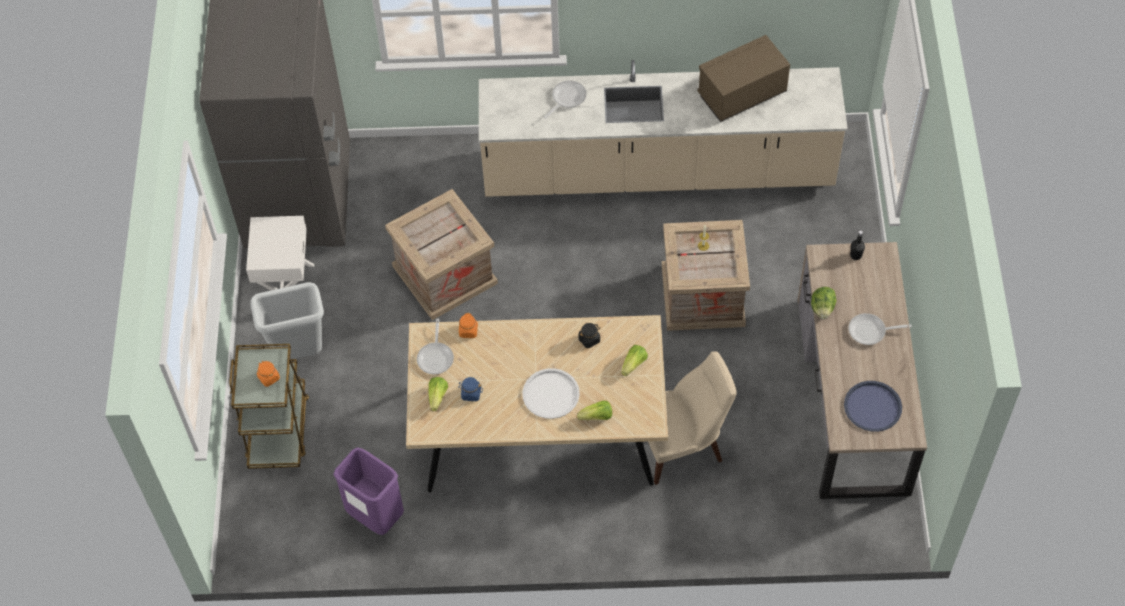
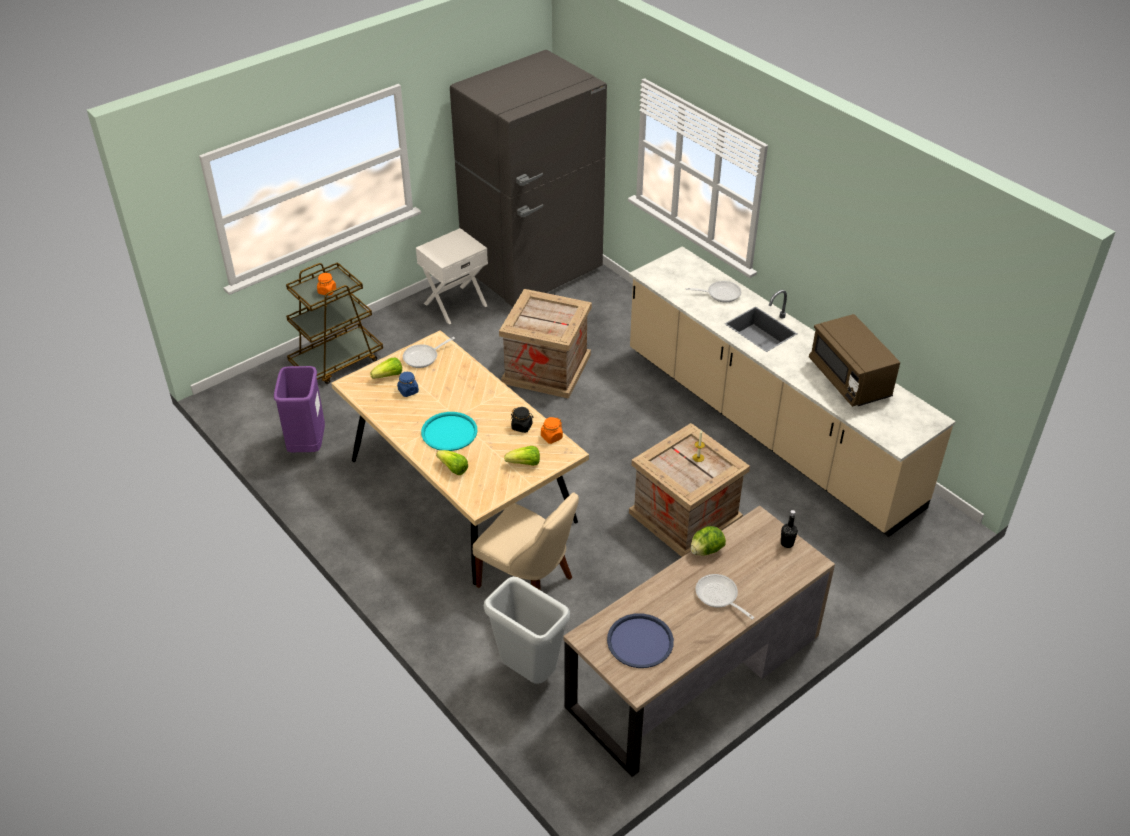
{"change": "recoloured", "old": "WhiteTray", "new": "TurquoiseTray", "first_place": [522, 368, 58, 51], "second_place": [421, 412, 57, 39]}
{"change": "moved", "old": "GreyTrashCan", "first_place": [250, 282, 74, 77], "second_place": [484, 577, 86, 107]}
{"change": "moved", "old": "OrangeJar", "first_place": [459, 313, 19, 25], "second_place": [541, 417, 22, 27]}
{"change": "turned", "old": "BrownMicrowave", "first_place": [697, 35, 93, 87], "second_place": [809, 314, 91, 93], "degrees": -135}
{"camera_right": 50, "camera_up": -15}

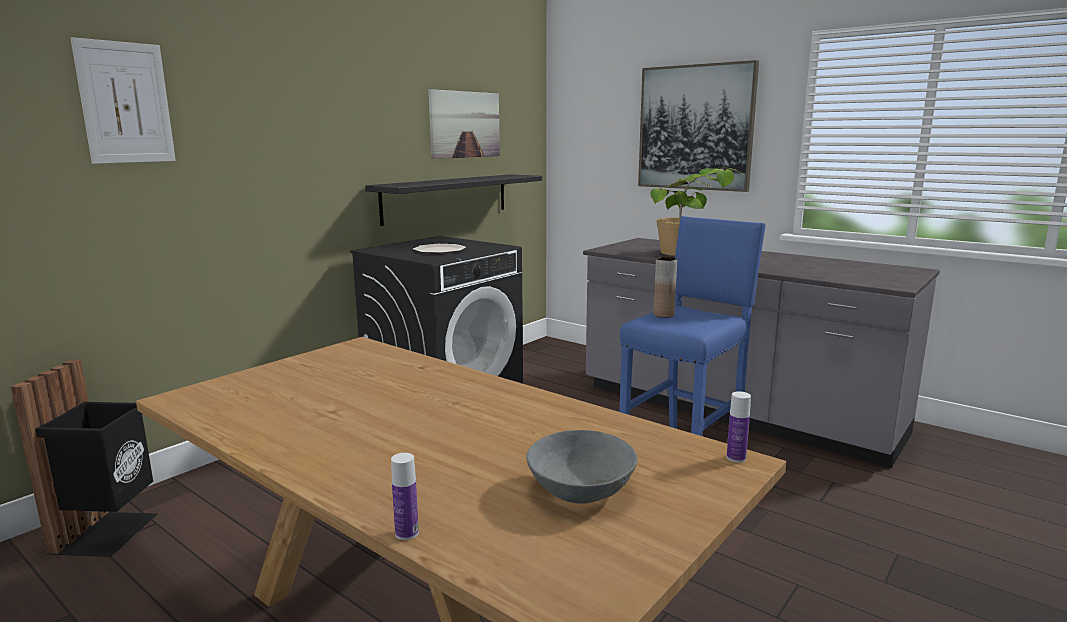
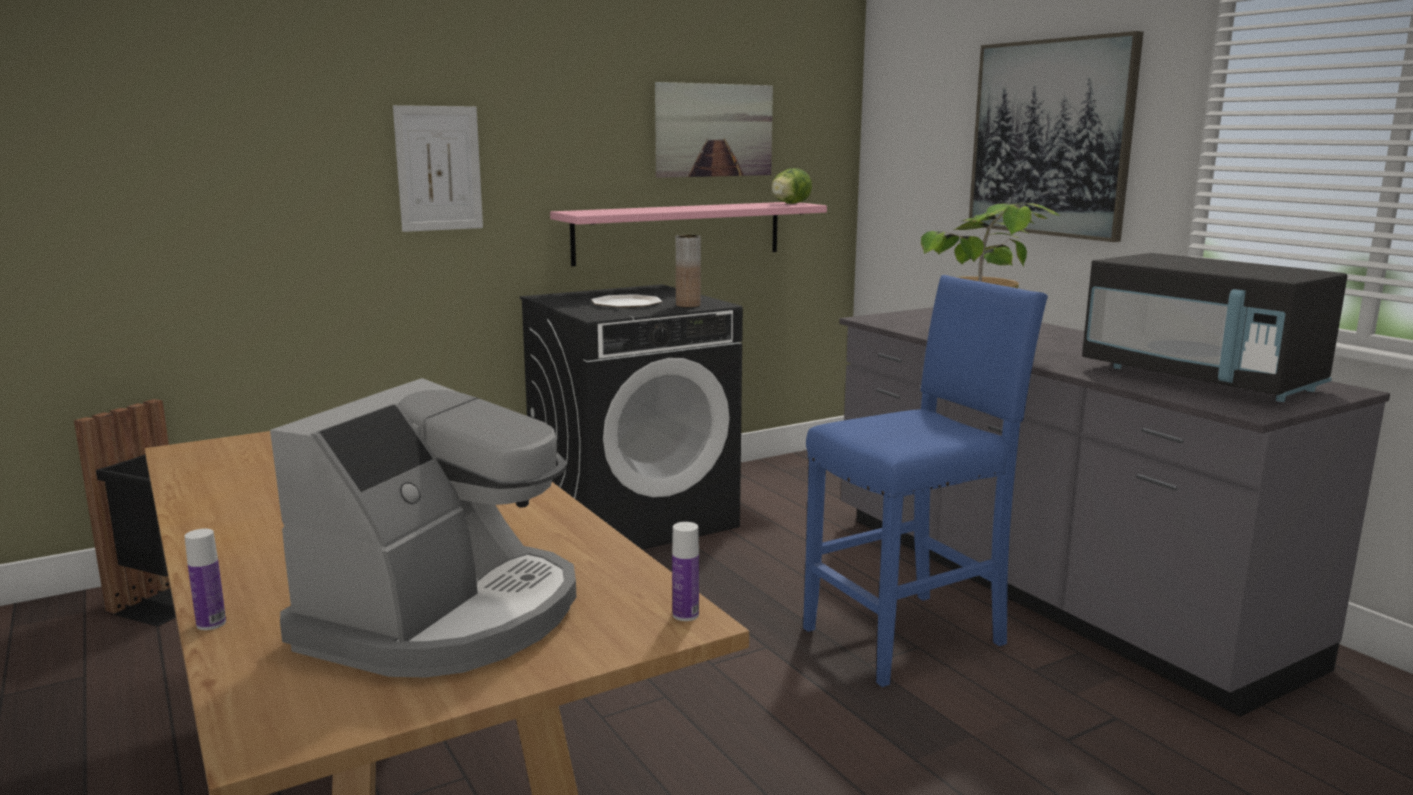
{"change": "replaced", "old": "GreyBowl", "new": "CoffeeMachine", "first_place": [526, 430, 111, 74], "second_place": [270, 378, 306, 300]}
{"change": "moved", "old": "Picture", "first_place": [70, 37, 106, 127], "second_place": [393, 105, 90, 127]}
{"change": "recoloured", "old": "BlackShelf", "new": "PinkShelf", "first_place": [365, 174, 177, 52], "second_place": [550, 202, 277, 64]}
{"change": "moved", "old": "BrownVase", "first_place": [654, 257, 23, 61], "second_place": [676, 235, 25, 73]}
{"change": "added", "new": "Lettuce", "second_place": [771, 168, 41, 36]}
{"change": "added", "new": "BlackMicrowave", "second_place": [1082, 253, 265, 149]}
{"camera_right": 20, "camera_up": 0}

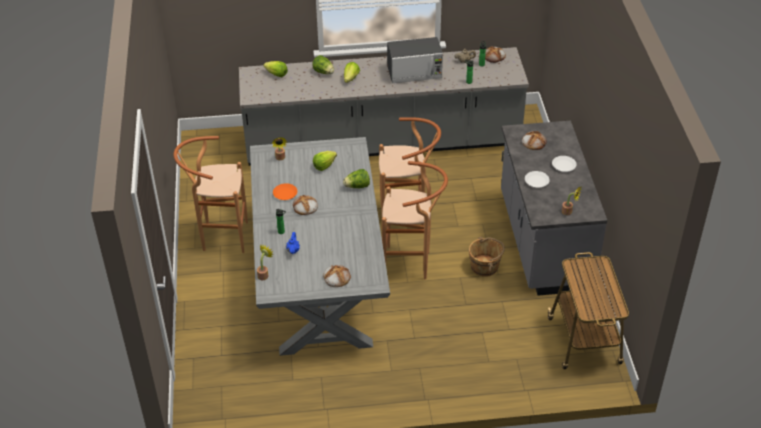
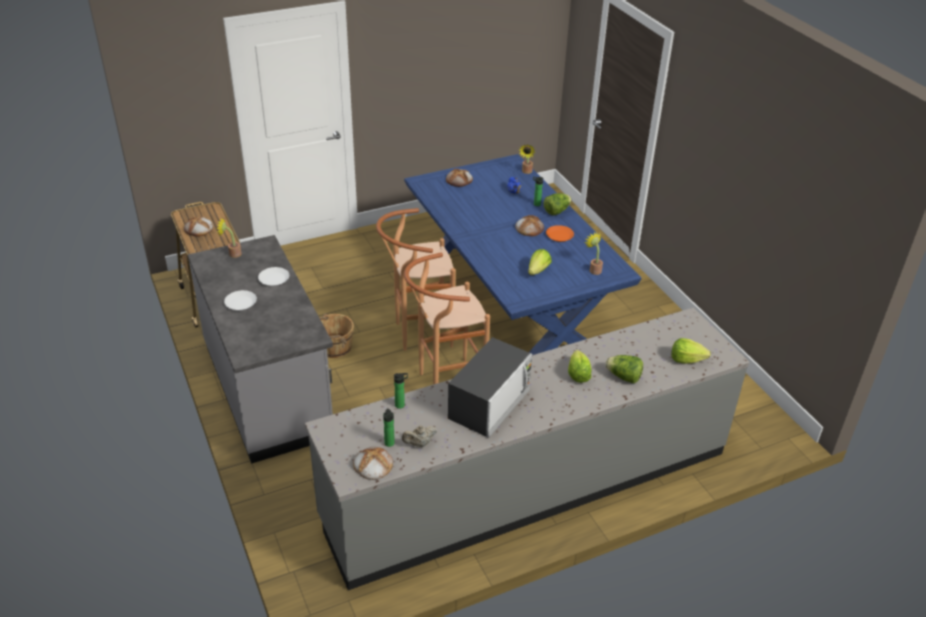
{"change": "moved", "old": "Bread", "first_place": [522, 131, 25, 19], "second_place": [184, 217, 29, 20]}
{"change": "recoloured", "old": "GreyDiningTable", "new": "BlueDiningTable", "first_place": [250, 137, 140, 219], "second_place": [404, 154, 238, 201]}
{"change": "turned", "old": "Microwave", "first_place": [387, 37, 56, 46], "second_place": [448, 337, 84, 101], "degrees": 150}
{"change": "moved", "old": "Lettuce", "first_place": [343, 169, 27, 19], "second_place": [544, 193, 28, 22]}
{"change": "removed", "old": "BrownStool", "first_place": [174, 136, 74, 117]}
{"camera_right": 160, "camera_up": -5}

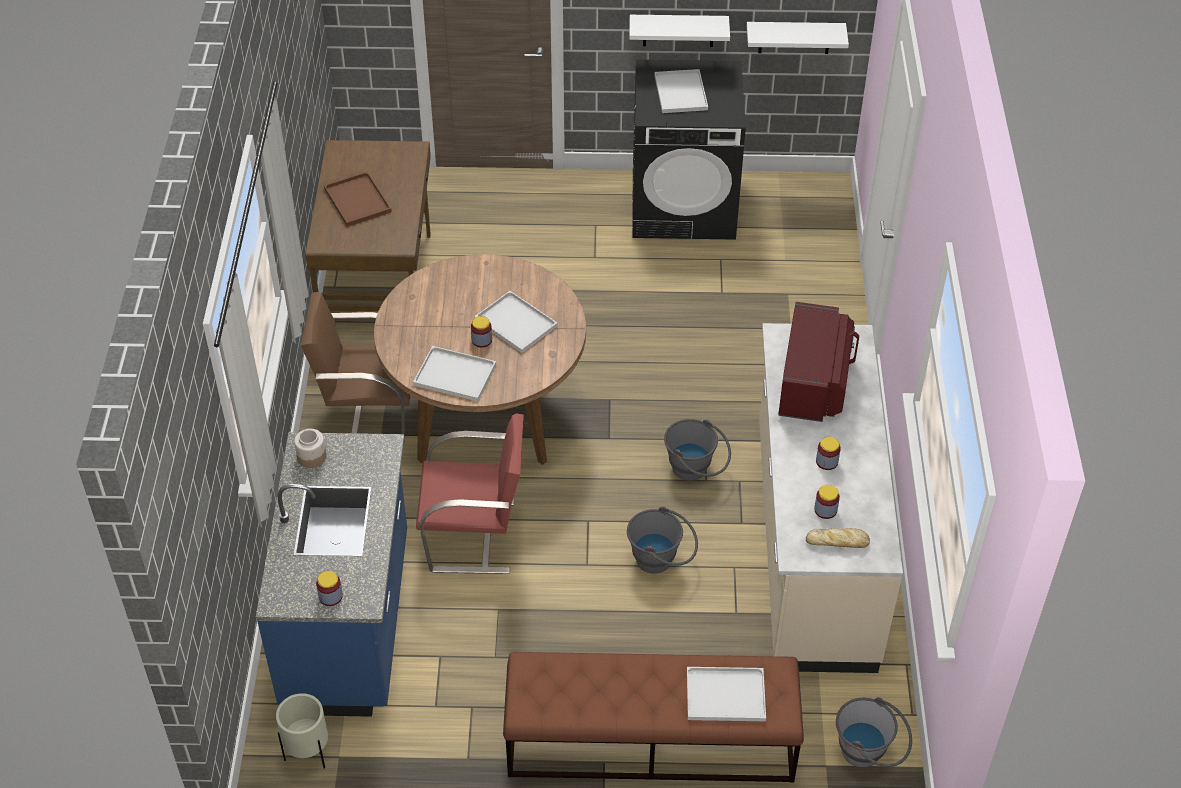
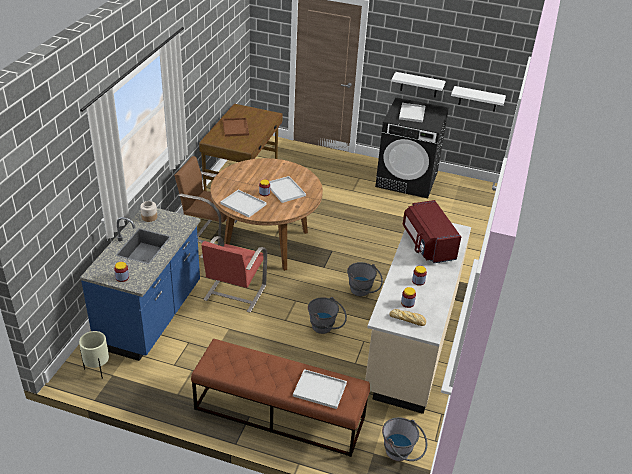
{"change": "turned", "old": "RedChair", "first_place": [416, 414, 108, 160], "second_place": [200, 236, 67, 77], "degrees": 90}
{"change": "turned", "old": "RedMicrowave", "first_place": [778, 302, 81, 120], "second_place": [403, 200, 58, 63], "degrees": 135}
{"camera_right": 15, "camera_up": -10}

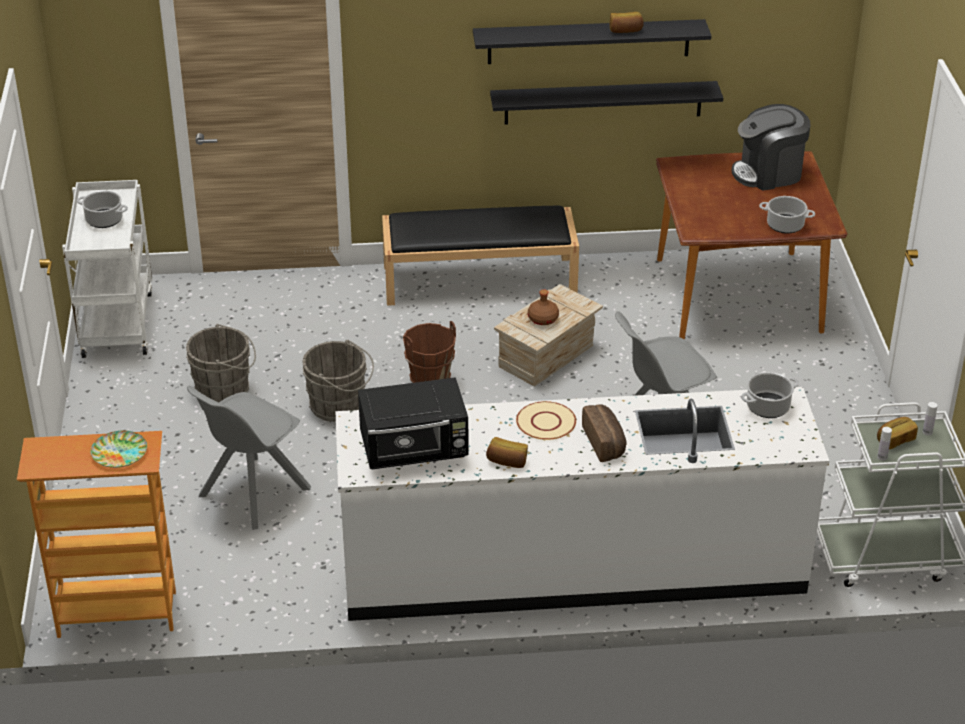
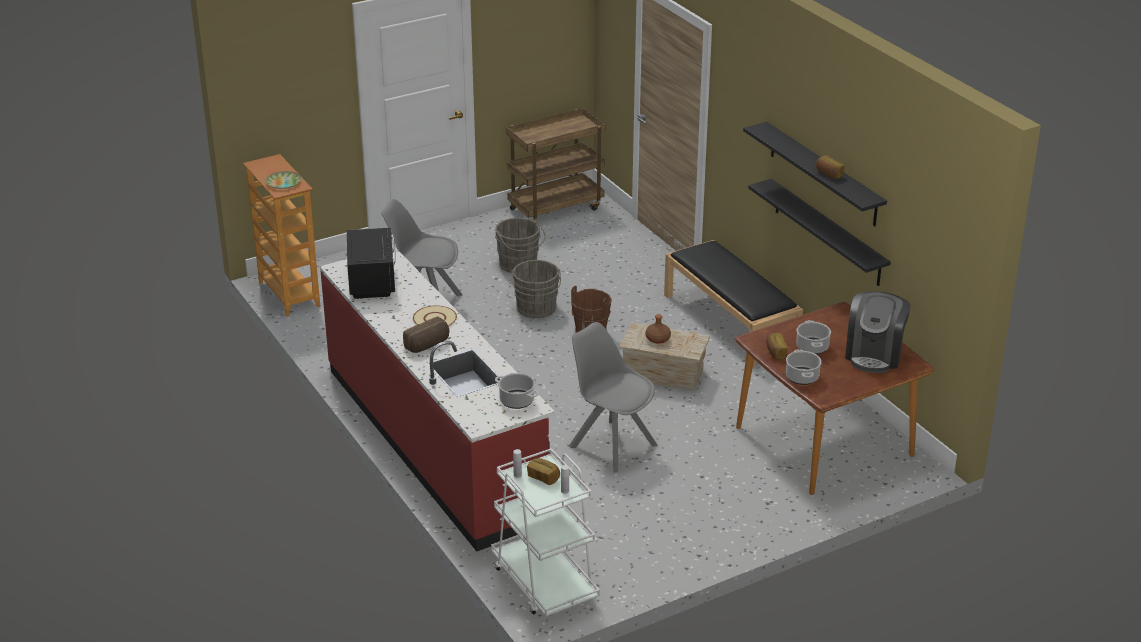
{"change": "recoloured", "old": "WhiteCounter", "new": "RedCounter", "first_place": [335, 387, 494, 234], "second_place": [320, 246, 235, 305]}
{"change": "turned", "old": "BlackMicrowave", "first_place": [358, 377, 111, 92], "second_place": [347, 228, 49, 71], "degrees": -150}
{"change": "recoloured", "old": "WhiteCart", "new": "BrownCart", "first_place": [62, 180, 90, 178], "second_place": [506, 108, 99, 113]}
{"change": "moved", "old": "Bread", "first_place": [486, 437, 42, 31], "second_place": [766, 333, 22, 26]}
{"change": "moved", "old": "CookingPot", "first_place": [77, 191, 51, 37], "second_place": [796, 320, 35, 34]}
{"change": "turned", "old": "CoffeeMachine", "first_place": [732, 104, 78, 87], "second_place": [845, 291, 66, 82], "degrees": -120}
{"camera_right": 65, "camera_up": -5}

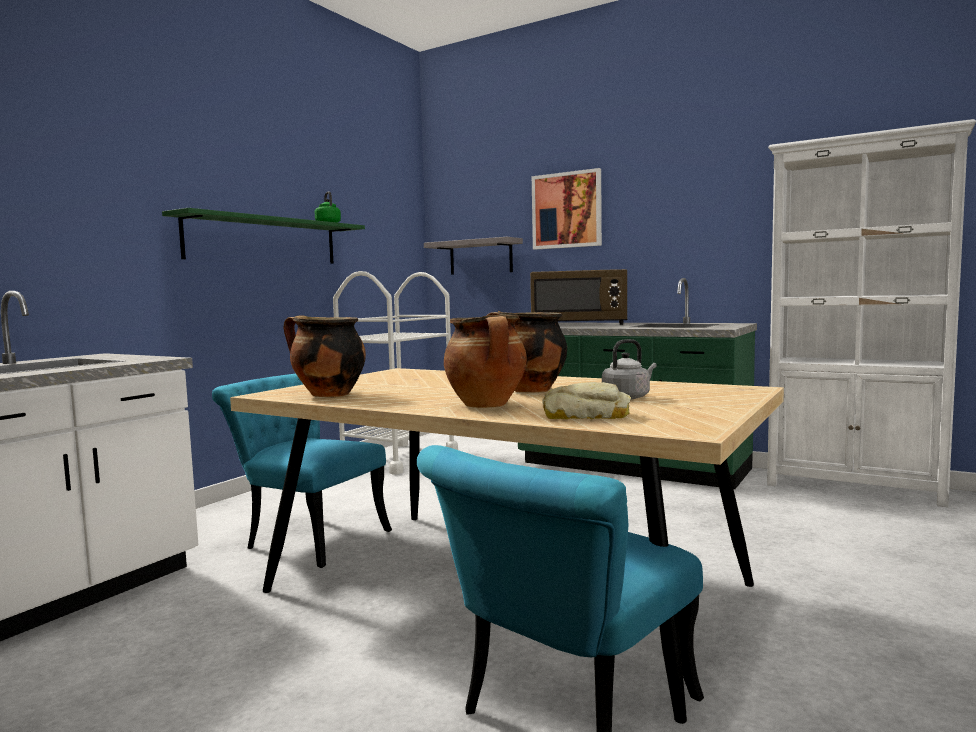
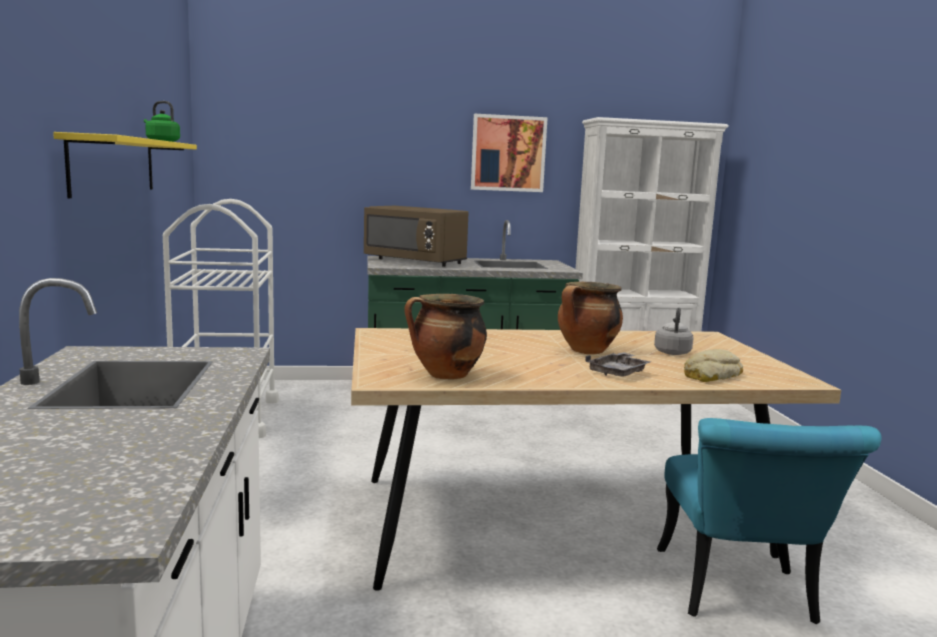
{"change": "recoloured", "old": "GreenShelf", "new": "YellowShelf", "first_place": [162, 208, 203, 56], "second_place": [53, 132, 144, 66]}
{"change": "turned", "old": "BrownMicrowave", "first_place": [530, 269, 97, 56], "second_place": [364, 206, 104, 61], "degrees": 60}
{"change": "moved", "old": "Picture", "first_place": [532, 168, 70, 82], "second_place": [471, 114, 77, 78]}
{"change": "replaced", "old": "CookingPot", "new": "GreyTray", "first_place": [444, 315, 83, 93], "second_place": [585, 352, 65, 25]}
{"change": "removed", "old": "TurquoiseChair", "first_place": [212, 374, 180, 194]}
{"change": "removed", "old": "GreyShelf", "first_place": [424, 237, 99, 38]}
{"camera_right": -40, "camera_up": 5}

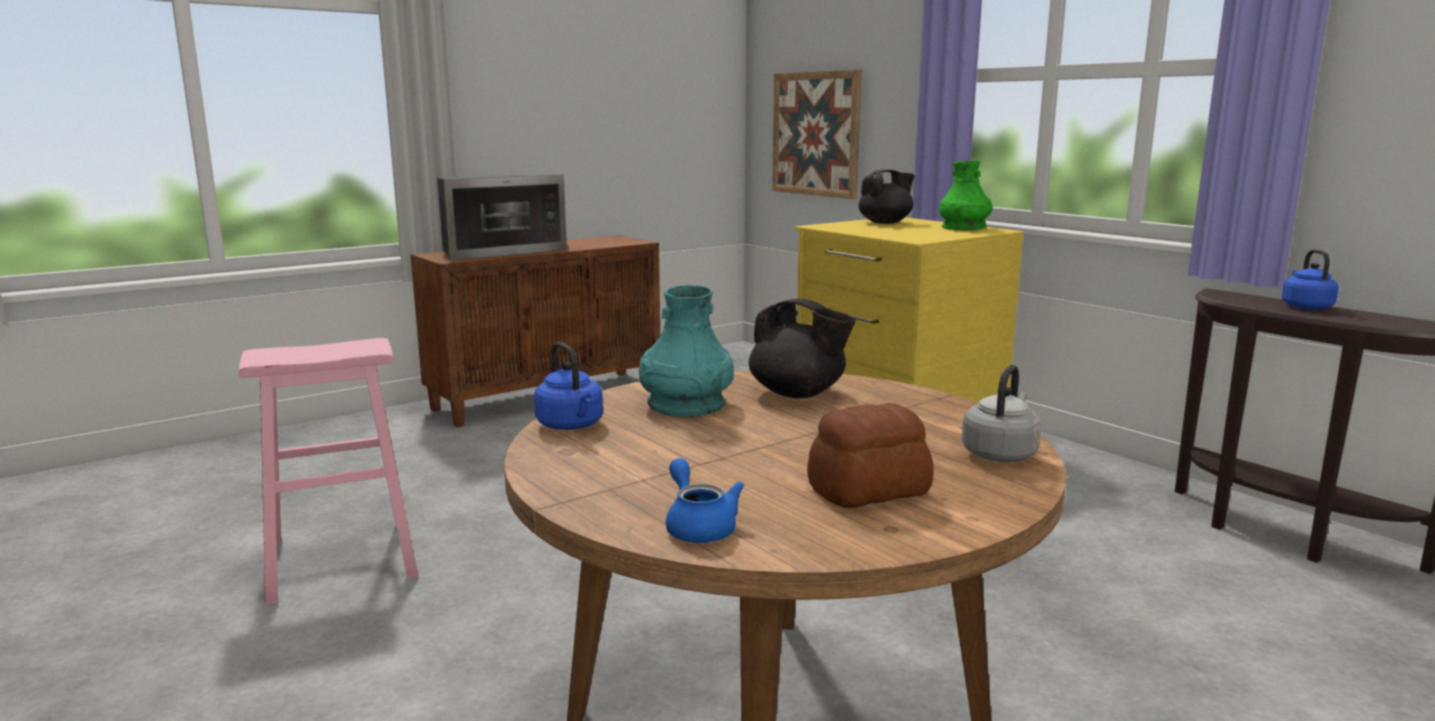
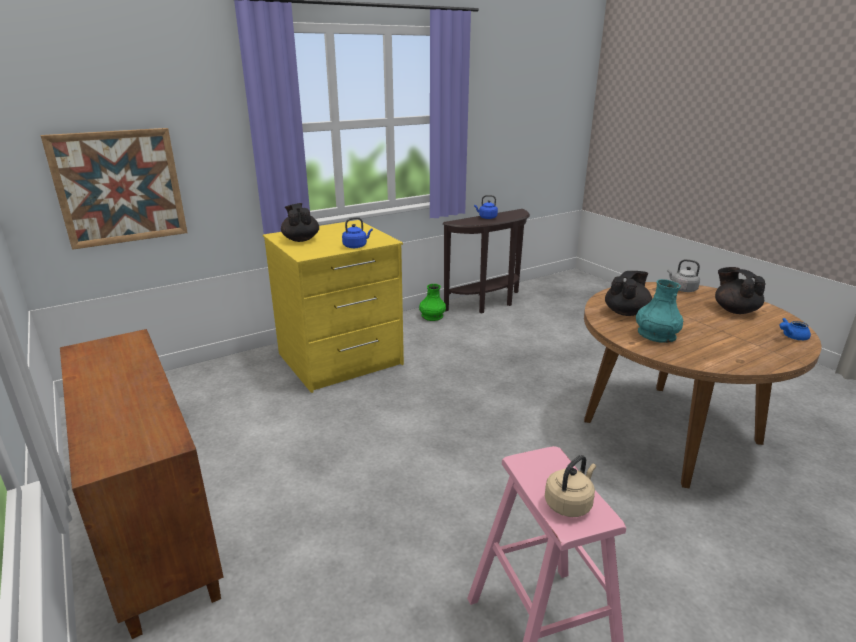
{"change": "moved", "old": "BlueKettle", "first_place": [534, 342, 69, 88], "second_place": [342, 217, 31, 31]}
{"change": "moved", "old": "GreenVase", "first_place": [939, 161, 54, 69], "second_place": [419, 284, 27, 37]}
{"change": "added", "new": "BeigeKettle", "second_place": [545, 455, 51, 62]}
{"change": "replaced", "old": "Bread", "new": "BlackTeapot", "first_place": [807, 403, 126, 105], "second_place": [715, 267, 51, 47]}
{"change": "removed", "old": "Microwave", "first_place": [437, 174, 130, 86]}
{"camera_right": -85, "camera_up": 10}

